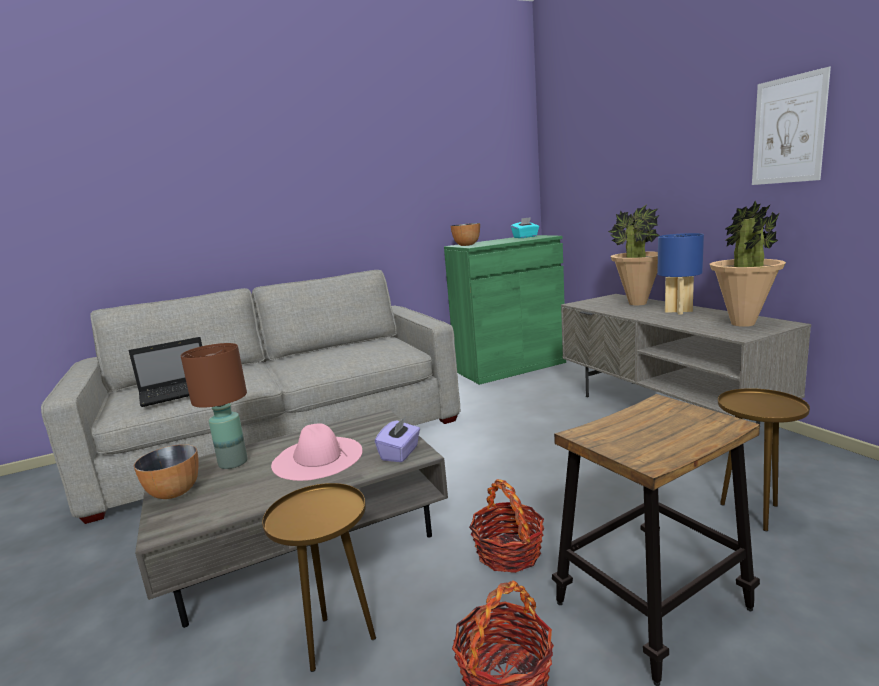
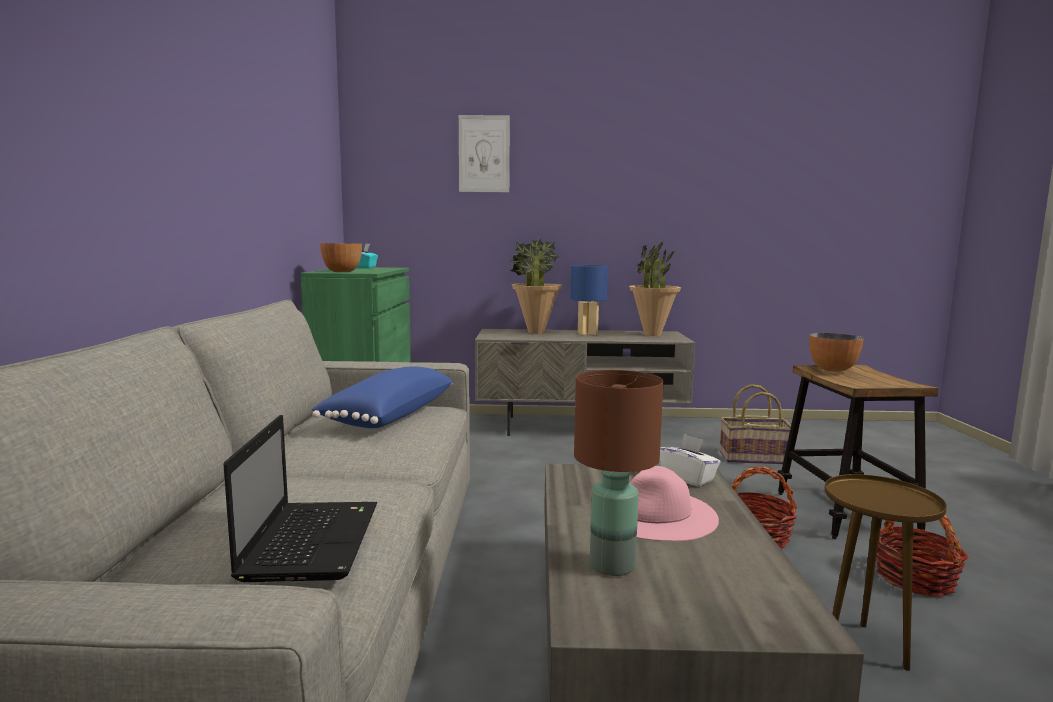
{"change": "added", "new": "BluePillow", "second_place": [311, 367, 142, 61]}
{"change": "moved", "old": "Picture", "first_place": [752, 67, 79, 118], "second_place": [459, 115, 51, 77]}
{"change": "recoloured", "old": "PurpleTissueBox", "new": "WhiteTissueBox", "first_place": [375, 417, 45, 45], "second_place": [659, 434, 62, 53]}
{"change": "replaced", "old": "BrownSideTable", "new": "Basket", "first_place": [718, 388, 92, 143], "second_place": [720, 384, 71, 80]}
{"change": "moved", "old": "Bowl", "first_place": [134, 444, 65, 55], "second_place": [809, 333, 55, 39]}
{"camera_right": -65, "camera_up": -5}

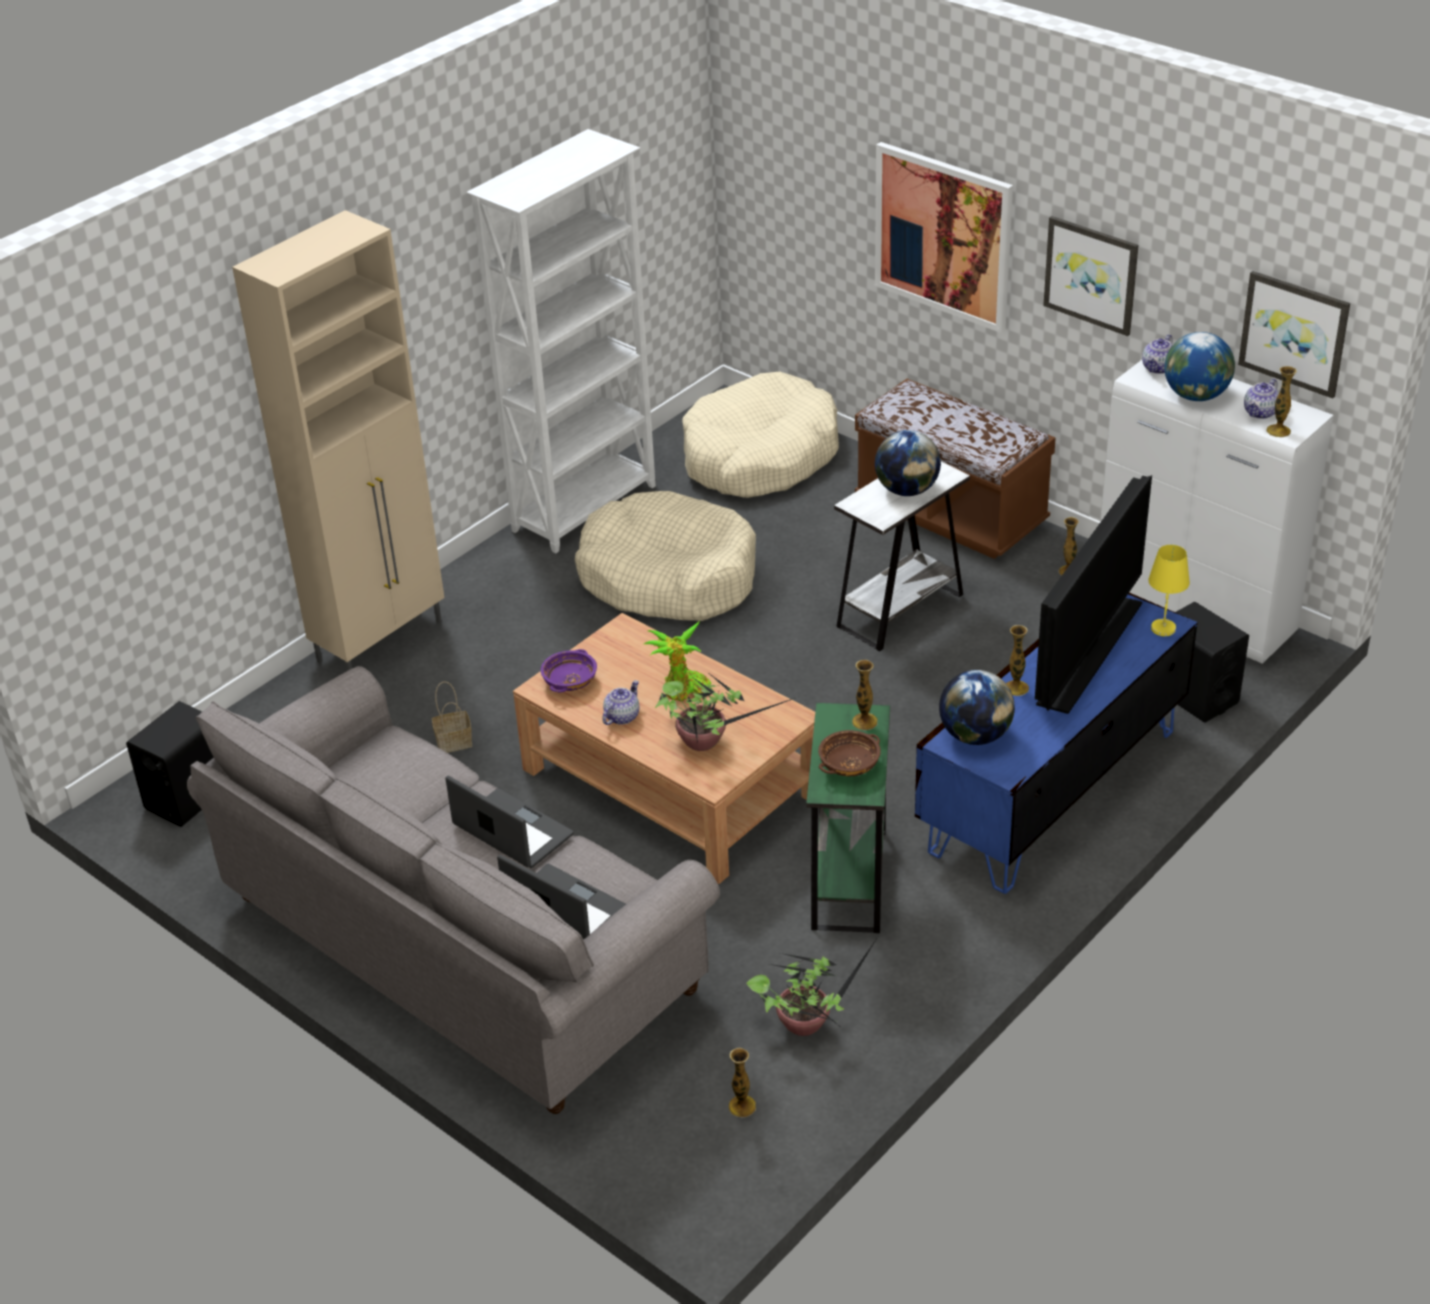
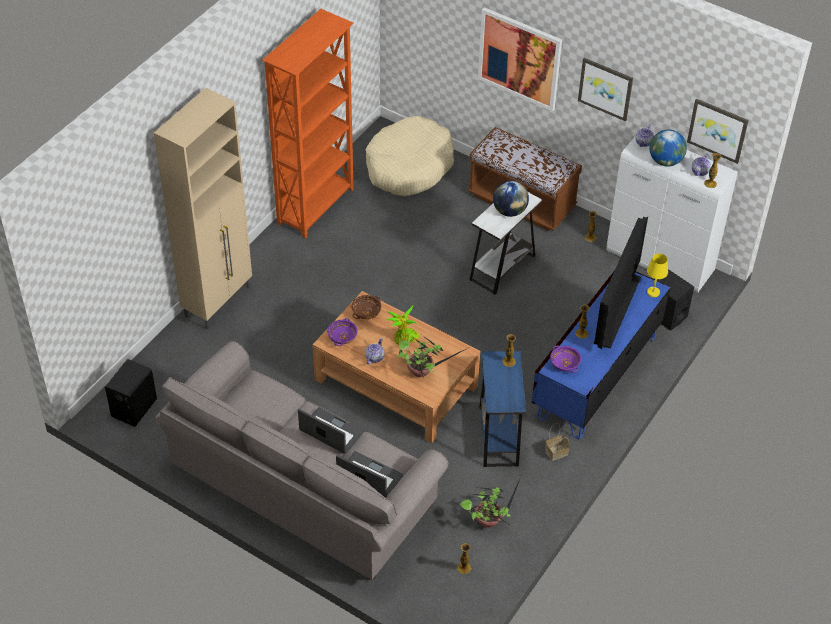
{"change": "recoloured", "old": "WhiteBookcase", "new": "OrangeBookcase", "first_place": [467, 129, 189, 425], "second_place": [262, 9, 92, 229]}
{"change": "moved", "old": "BrownBowl", "first_place": [818, 730, 63, 46], "second_place": [352, 295, 29, 24]}
{"change": "recoloured", "old": "GreenSideTable", "new": "BlueSideTable", "first_place": [806, 703, 84, 230], "second_place": [479, 351, 47, 116]}
{"change": "moved", "old": "Basket", "first_place": [432, 682, 40, 71], "second_place": [545, 423, 25, 38]}
{"change": "replaced", "old": "Globe", "new": "PurpleBowl", "first_place": [939, 670, 76, 75], "second_place": [550, 346, 31, 27]}
{"change": "removed", "old": "BeigeDogBed", "first_place": [575, 491, 181, 130]}
{"camera_right": -10, "camera_up": 10}

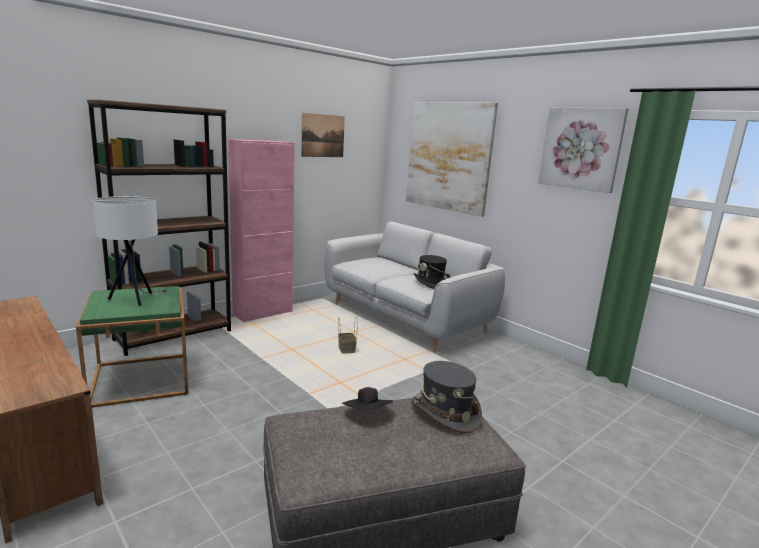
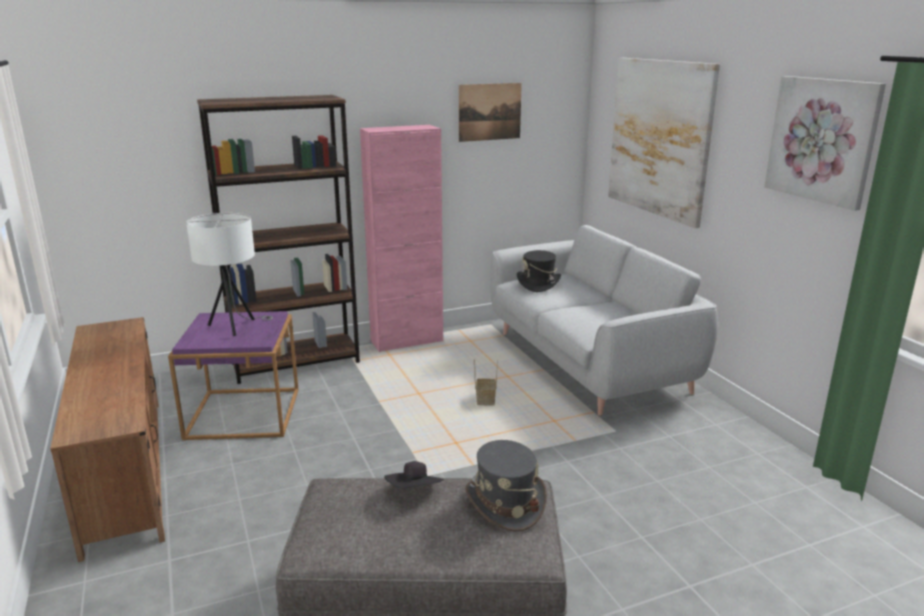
{"change": "recoloured", "old": "GreenSideTable", "new": "PurpleSideTable", "first_place": [76, 286, 113, 122], "second_place": [168, 311, 131, 129]}
{"change": "moved", "old": "BlackHat", "first_place": [413, 255, 37, 34], "second_place": [517, 250, 44, 42]}
{"camera_right": 20, "camera_up": 5}

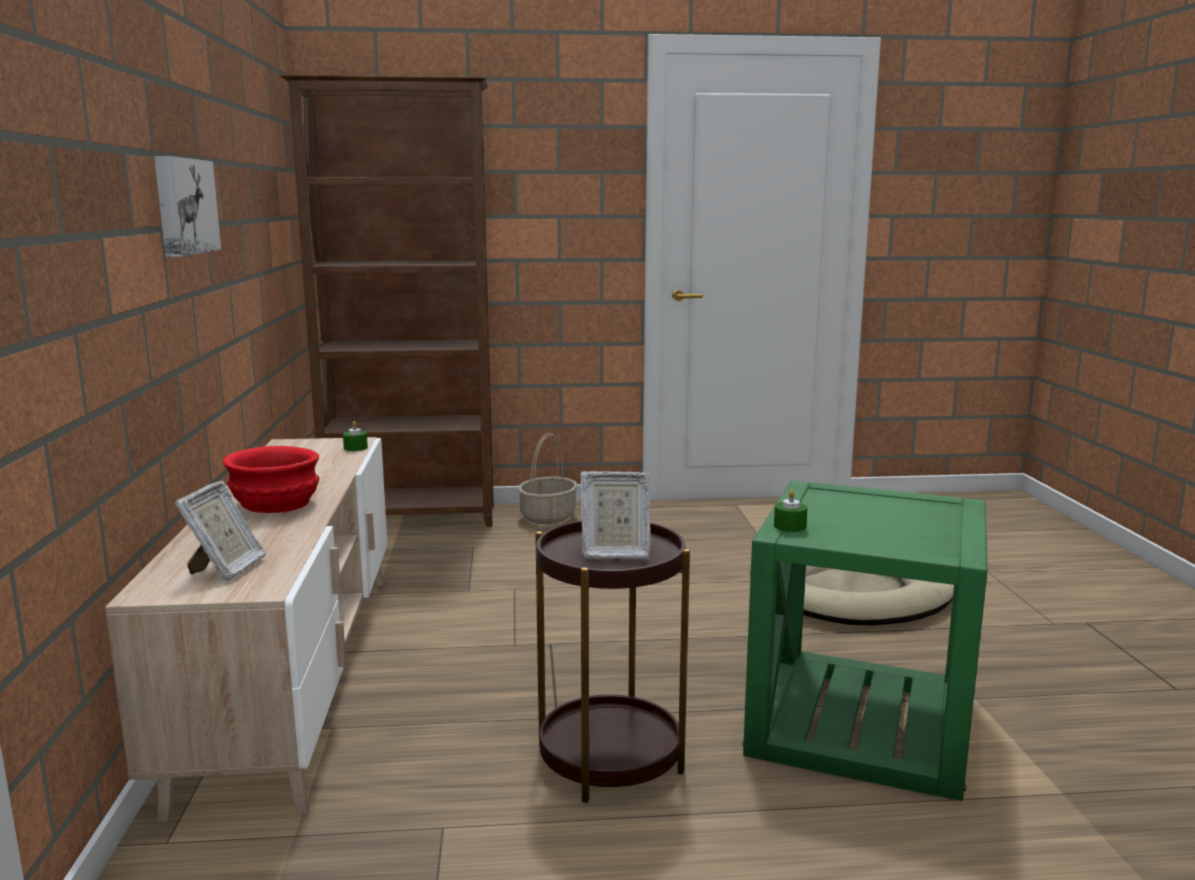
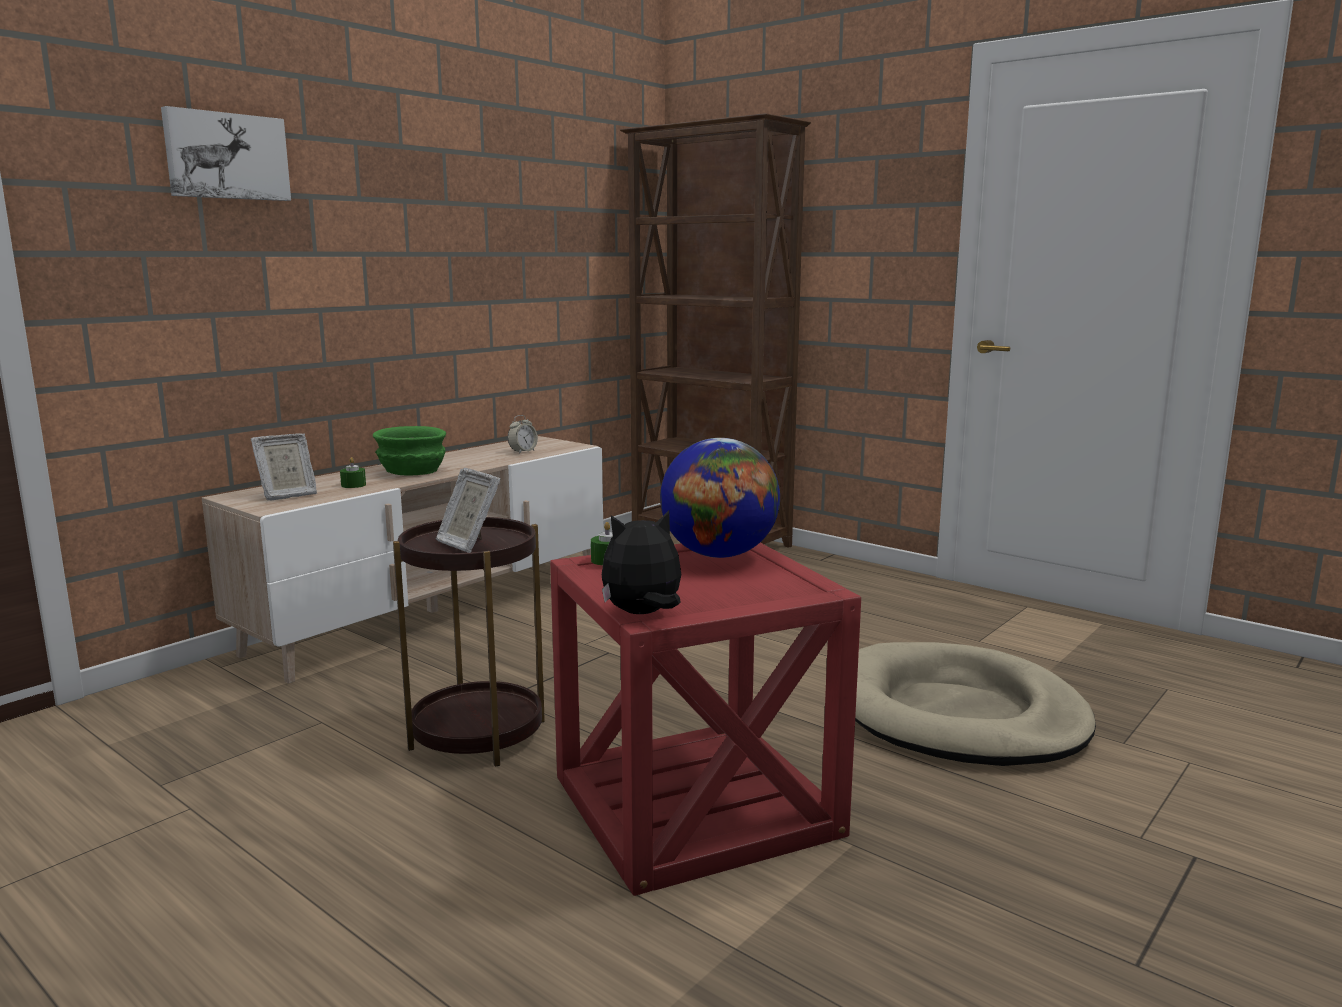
{"change": "moved", "old": "Picture", "first_place": [154, 156, 67, 101], "second_place": [161, 106, 130, 95]}
{"change": "moved", "old": "GreenCandle", "first_place": [343, 421, 25, 30], "second_place": [340, 457, 26, 31]}
{"change": "recoloured", "old": "RedBowl", "new": "GreenBowl", "first_place": [223, 446, 96, 67], "second_place": [373, 426, 73, 50]}
{"change": "added", "new": "AlarmClock", "second_place": [508, 415, 30, 39]}
{"change": "recoloured", "old": "GreenSideTable", "new": "RedSideTable", "first_place": [743, 481, 244, 320], "second_place": [550, 543, 311, 353]}
{"change": "added", "new": "PlushToy", "second_place": [602, 510, 79, 104]}
{"change": "added", "new": "Globe", "second_place": [660, 438, 120, 120]}
{"change": "removed", "old": "Basket", "first_place": [518, 433, 60, 91]}
{"camera_right": 45, "camera_up": 0}

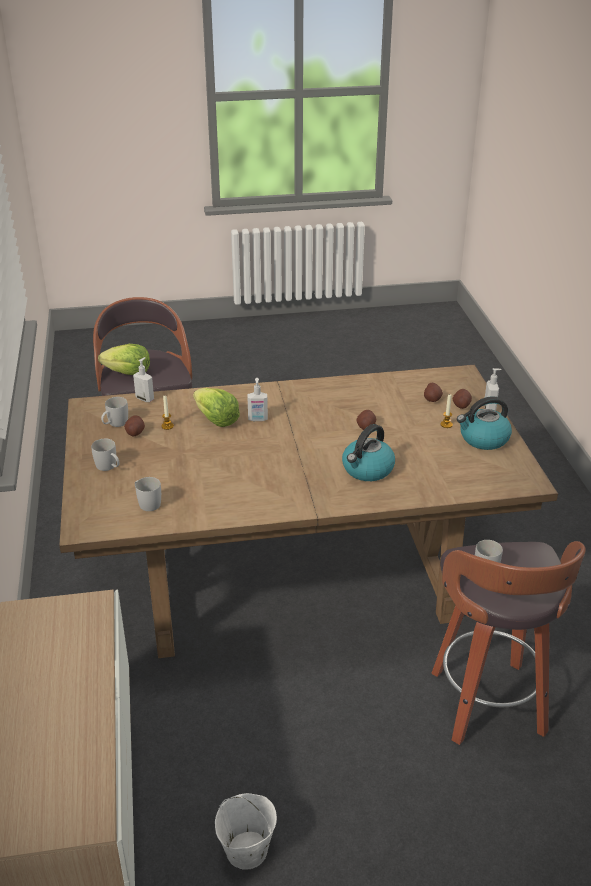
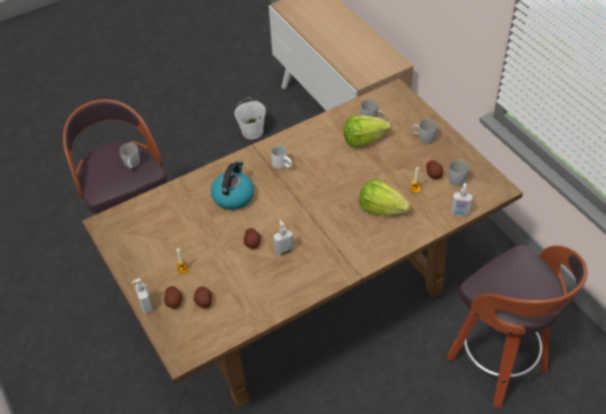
{"change": "added", "new": "WhiteMug", "second_place": [271, 145, 22, 24]}
{"change": "moved", "old": "SoapDispenser", "first_place": [247, 378, 21, 43], "second_place": [273, 220, 21, 36]}
{"change": "moved", "old": "Lettuce", "first_place": [98, 344, 52, 31], "second_place": [344, 115, 47, 32]}
{"change": "removed", "old": "Kettle", "first_place": [457, 396, 55, 54]}
{"camera_right": 160, "camera_up": 15}

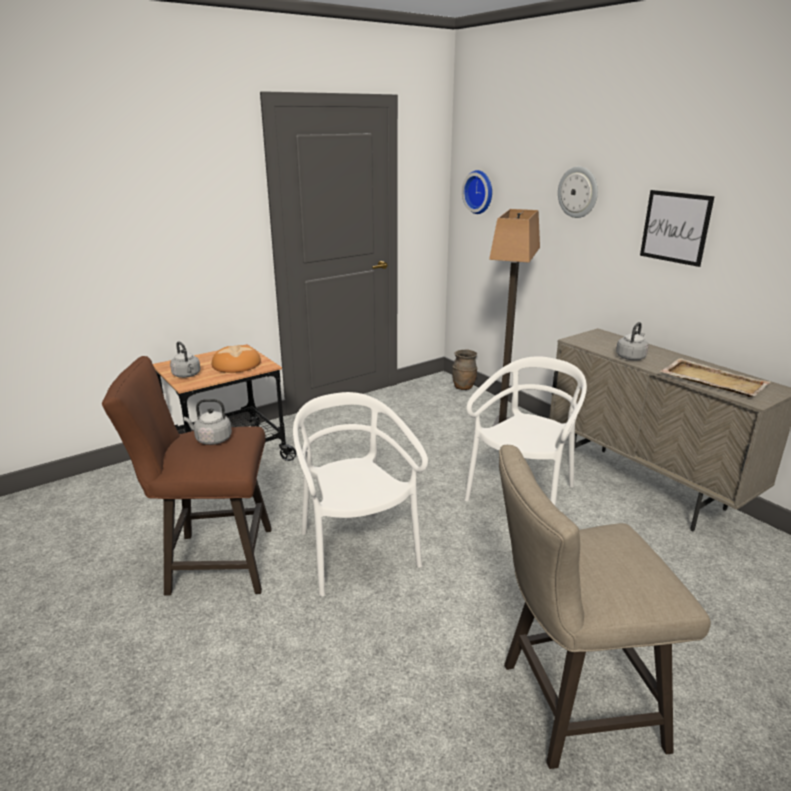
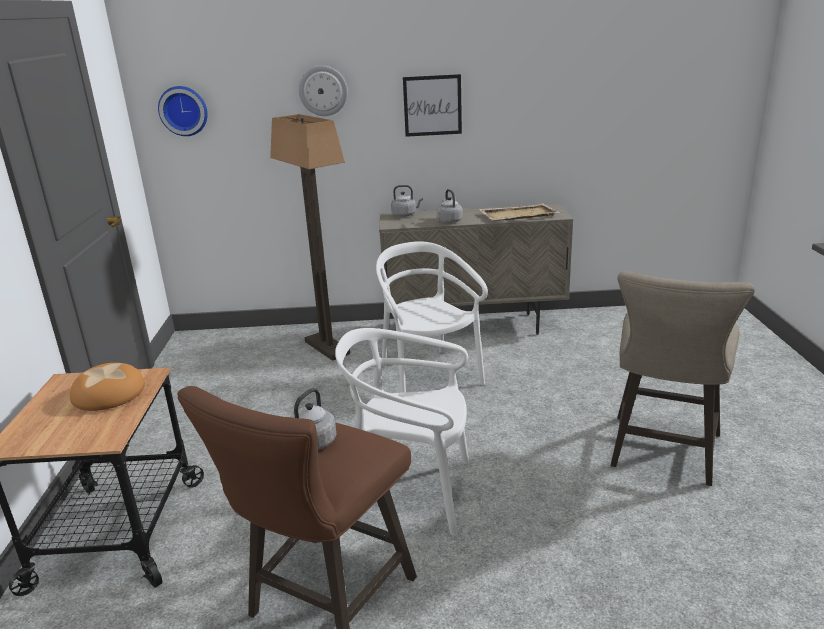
{"change": "moved", "old": "GreyKettle", "first_place": [170, 341, 31, 37], "second_place": [391, 185, 32, 32]}
{"change": "removed", "old": "BrownVase", "first_place": [452, 350, 25, 40]}
{"camera_right": -55, "camera_up": 0}

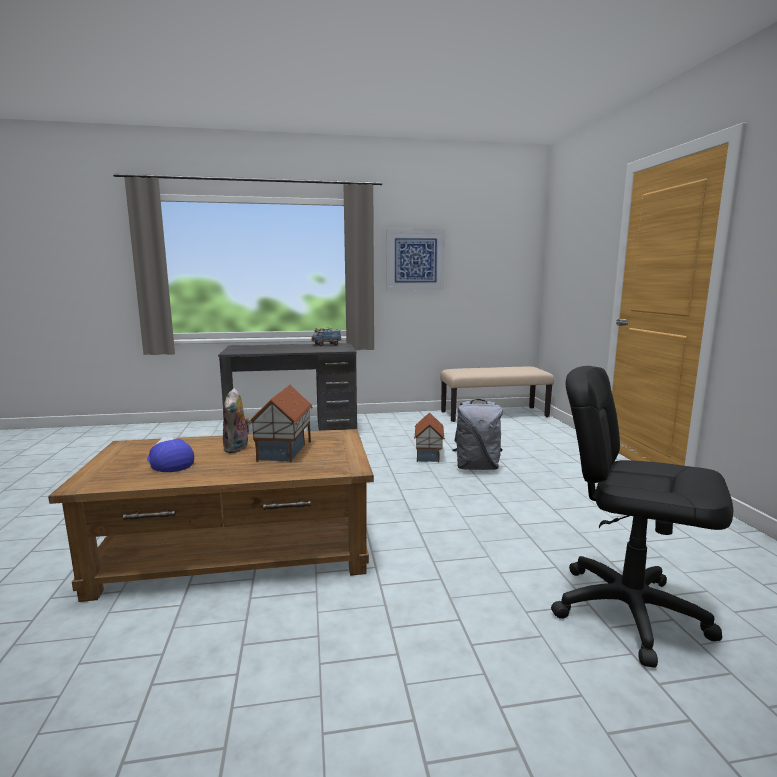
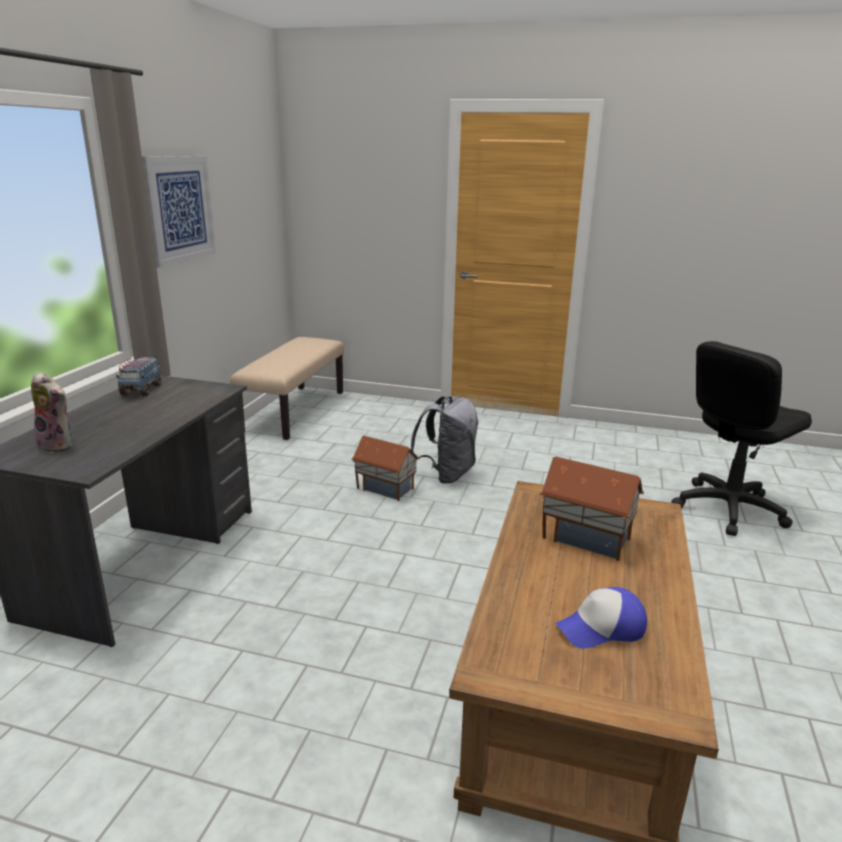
{"change": "moved", "old": "PlushToy", "first_place": [223, 388, 27, 65], "second_place": [31, 372, 43, 81]}
{"camera_right": -65, "camera_up": 10}

